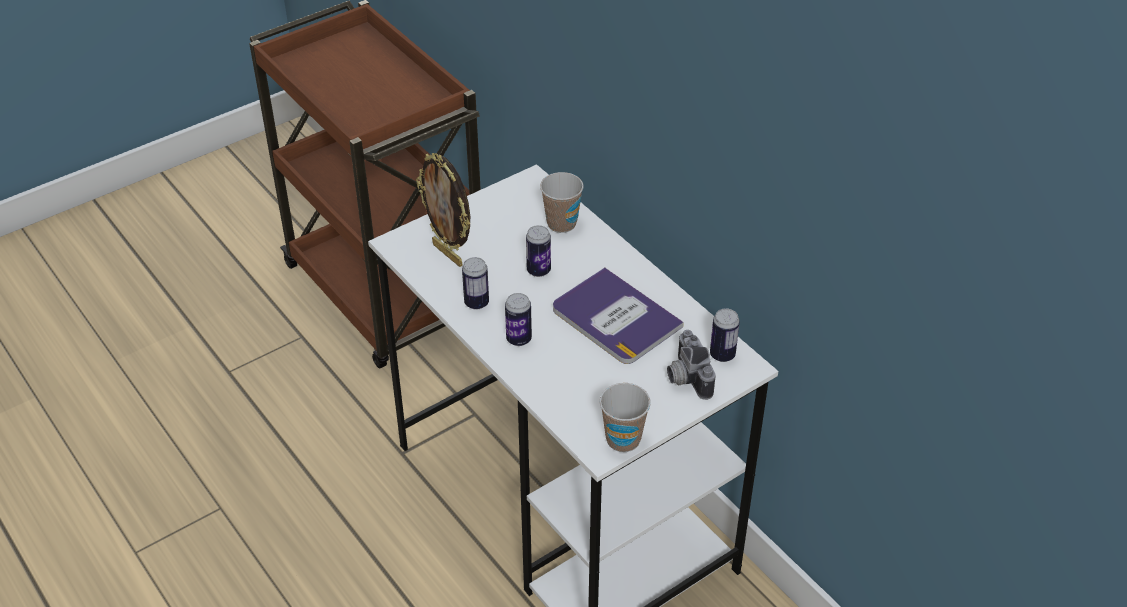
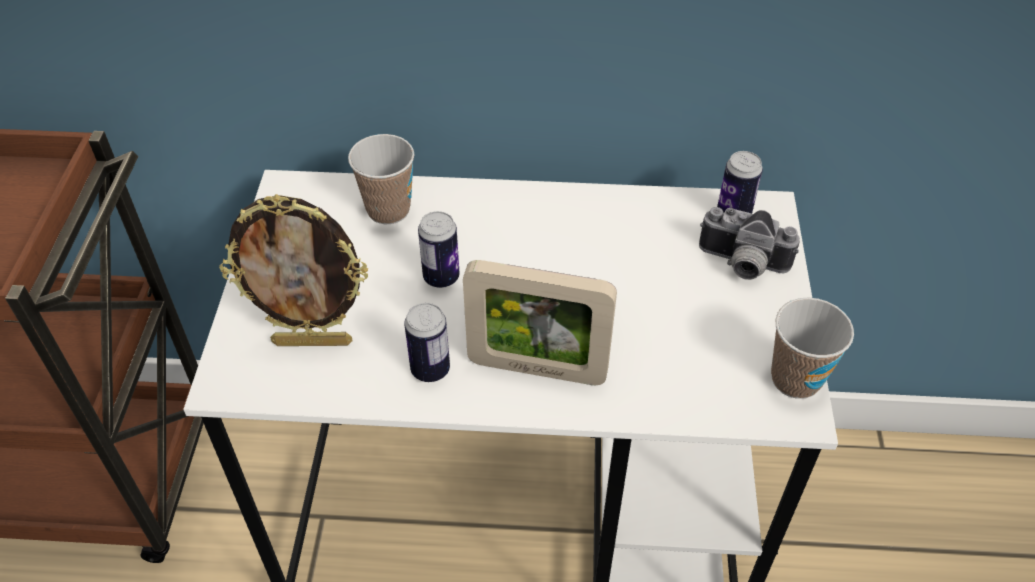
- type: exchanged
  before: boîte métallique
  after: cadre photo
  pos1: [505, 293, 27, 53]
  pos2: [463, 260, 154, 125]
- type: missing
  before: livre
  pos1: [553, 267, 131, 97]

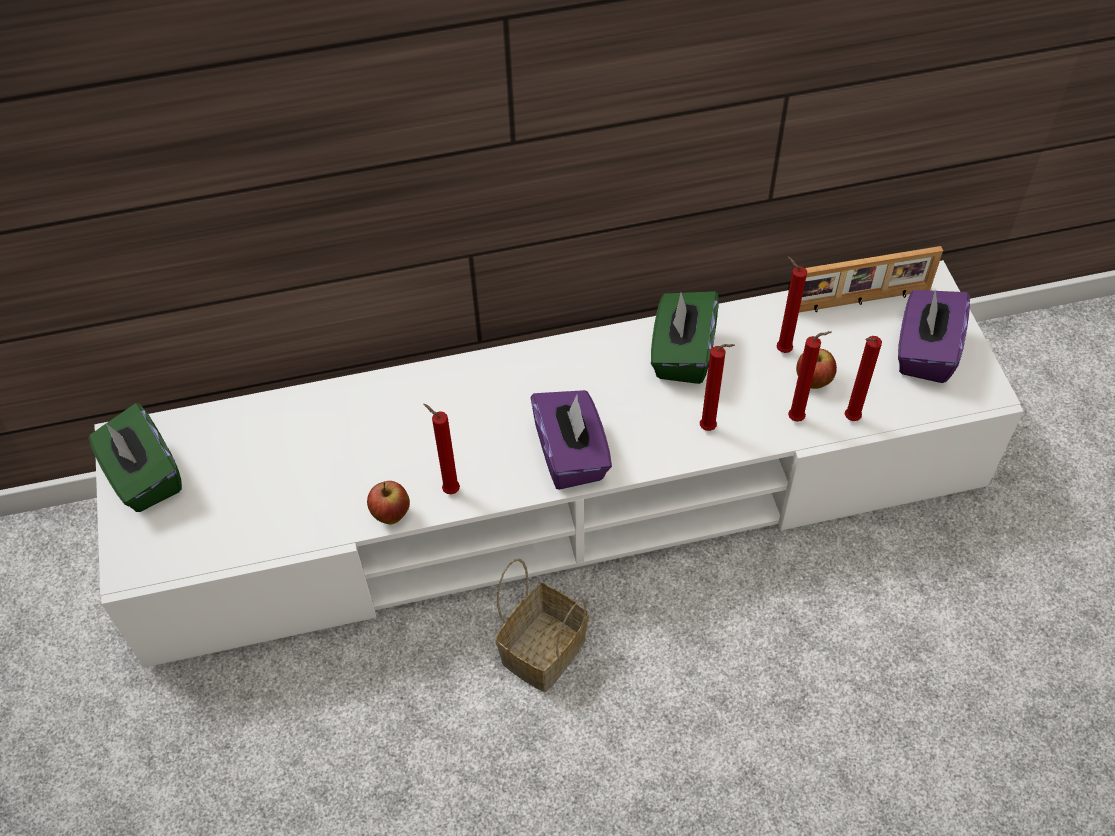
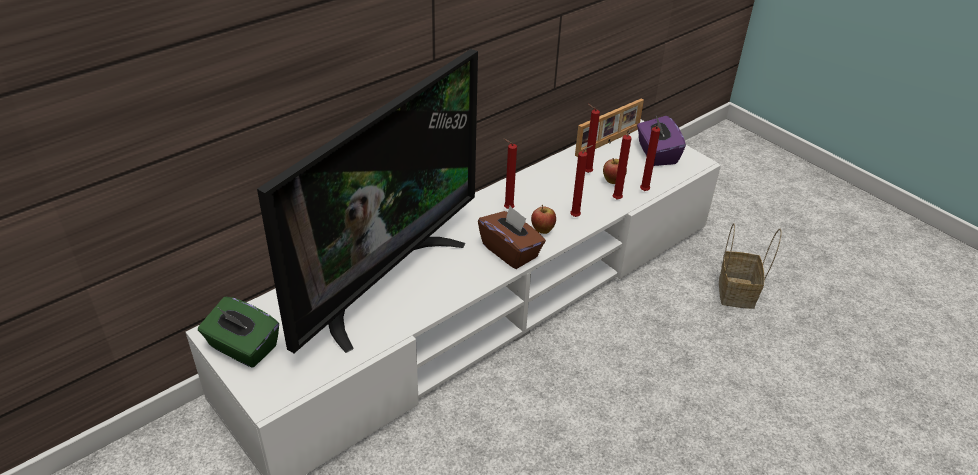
- type: appeared
  after: téléviseur
  pos2: [257, 49, 221, 304]
- type: colour
  before: boîte à mouchoirs [violet]
  after: boîte à mouchoirs [marron]
  pos1: [531, 390, 81, 100]
  pos2: [478, 206, 68, 63]
- type: relocated
  before: bougie [rouge]
  pos1: [423, 404, 37, 90]
  pos2: [504, 139, 13, 70]
- type: relocated
  before: pomme
  pos1: [367, 481, 43, 44]
  pos2: [531, 205, 25, 29]
- type: relocated
  before: panier
  pos1: [496, 558, 93, 134]
  pos2: [719, 223, 63, 86]
- type: missing
  before: boîte à mouchoirs [vert]
  pos1: [651, 291, 68, 93]

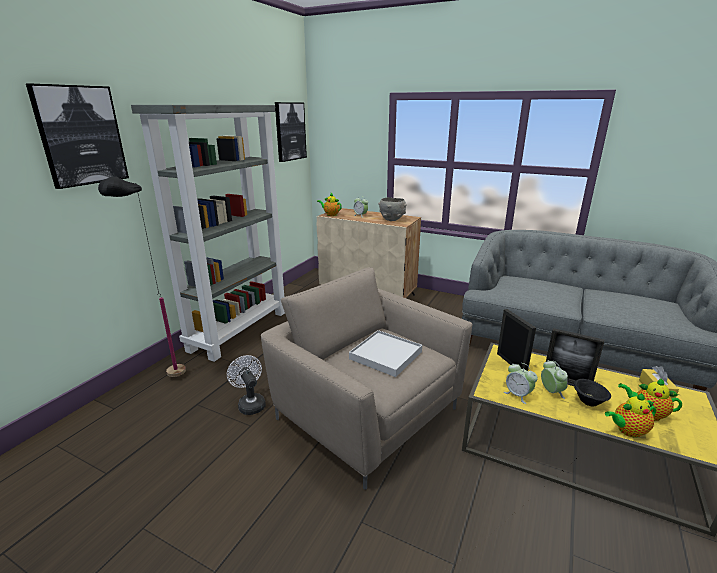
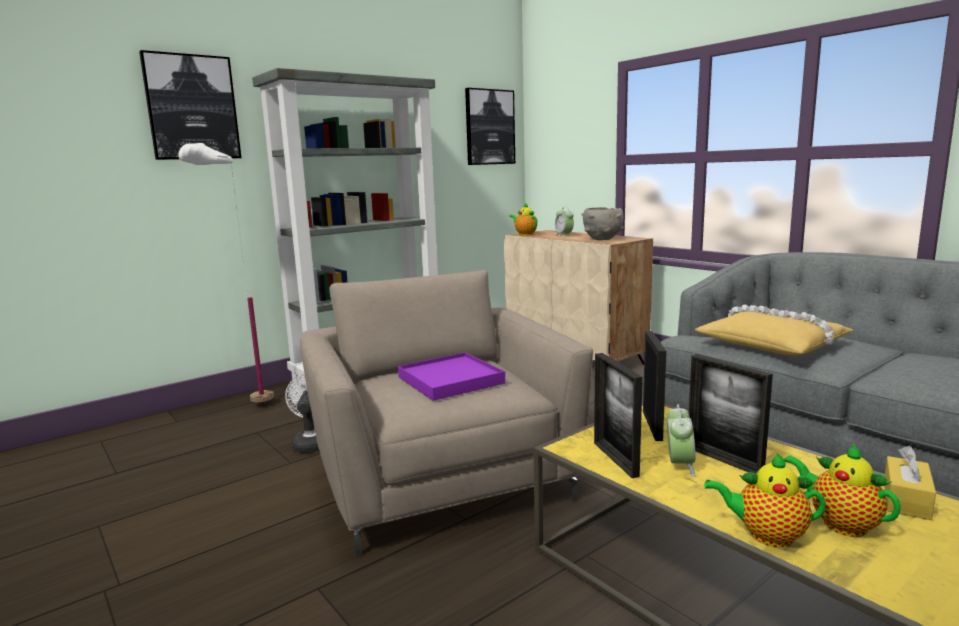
- type: colour
  before: lampadaire [noir]
  after: lampadaire [blanc]
  pos1: [98, 176, 88, 201]
  pos2: [178, 143, 96, 262]
- type: colour
  before: plateau [blanc]
  after: plateau [violet]
  pos1: [349, 330, 73, 47]
  pos2: [398, 352, 107, 49]
- type: exchanged
  before: réveil
  after: cadre photo
  pos1: [504, 363, 34, 41]
  pos2: [594, 353, 49, 125]
- type: appeared
  after: coussin [jaune]
  pos2: [695, 305, 158, 51]
- type: missing
  before: bol [noir]
  pos1: [574, 379, 37, 27]

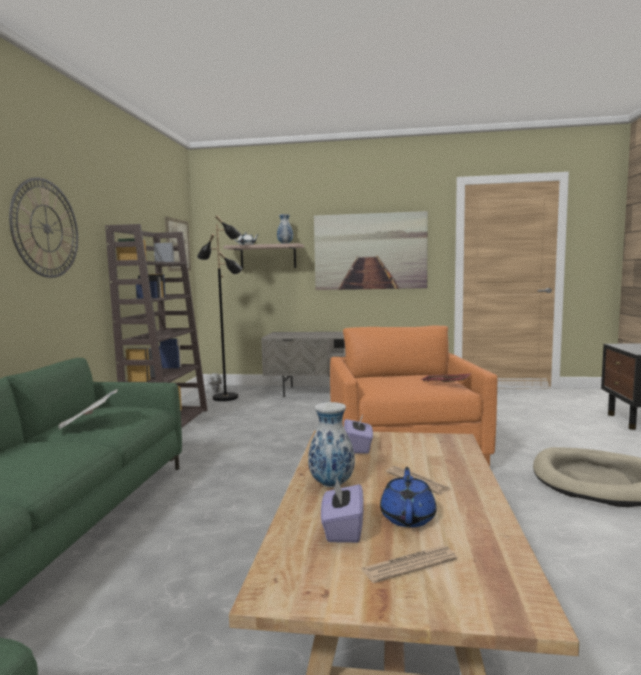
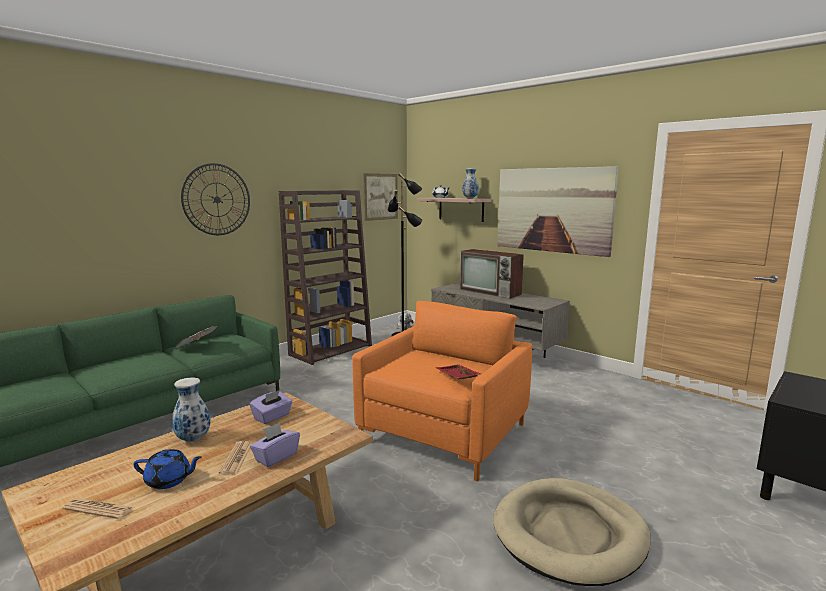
- type: spun
  before: théière [bleu]
  pos1: [380, 467, 57, 61]
  pos2: [134, 449, 68, 40]
  turn: 45
- type: relocated
  before: boîte à mouchoirs [violet]
  pos1: [321, 478, 43, 65]
  pos2: [250, 422, 50, 45]
- type: appeared
  after: téléviseur
  pos2: [459, 249, 65, 50]

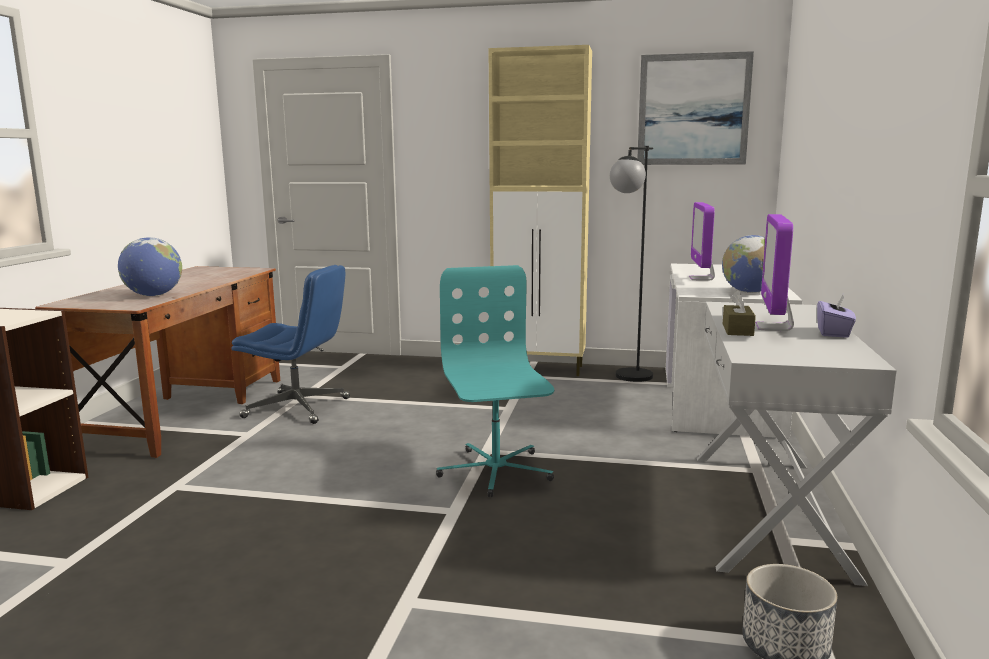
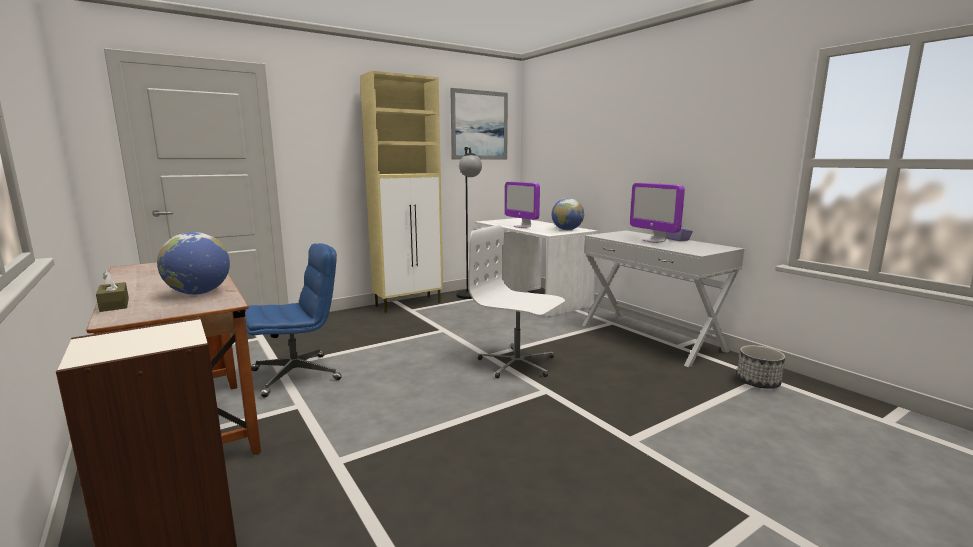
- type: relocated
  before: boîte à mouchoirs [marron]
  pos1: [723, 290, 33, 46]
  pos2: [96, 271, 33, 41]
- type: colour
  before: chaise de bureau [turquoise]
  after: chaise de bureau [blanc]
  pos1: [436, 265, 118, 232]
  pos2: [468, 225, 97, 153]

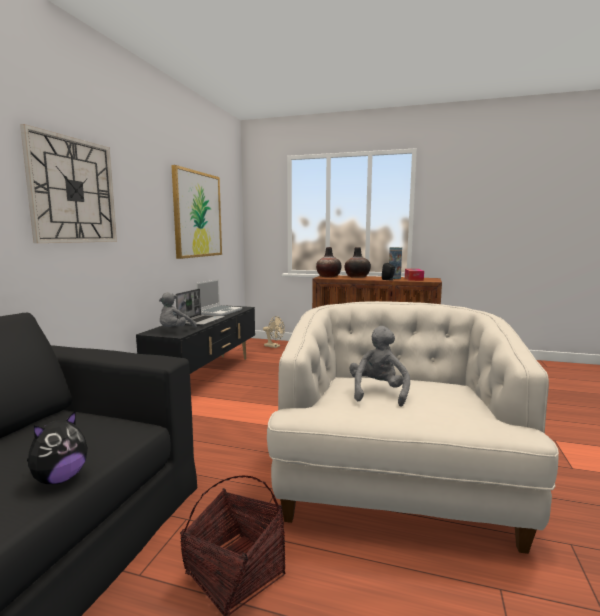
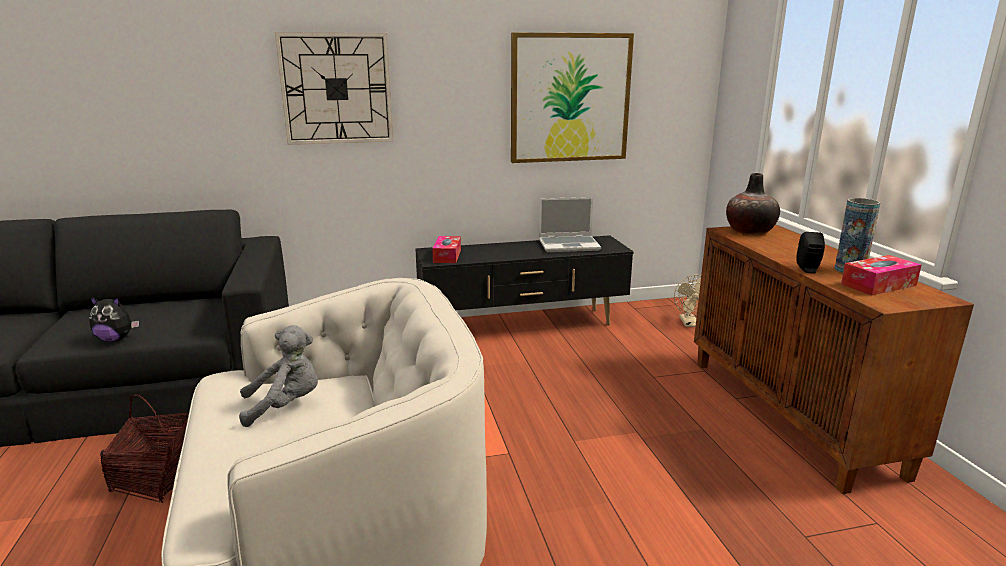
- type: exchanged
  before: peluche [gris]
  after: boîte à mouchoirs
  pos1: [159, 292, 38, 36]
  pos2: [432, 236, 29, 27]
- type: missing
  before: ordinateur portable
  pos1: [176, 289, 49, 37]
- type: missing
  before: vase
  pos1: [345, 247, 26, 31]

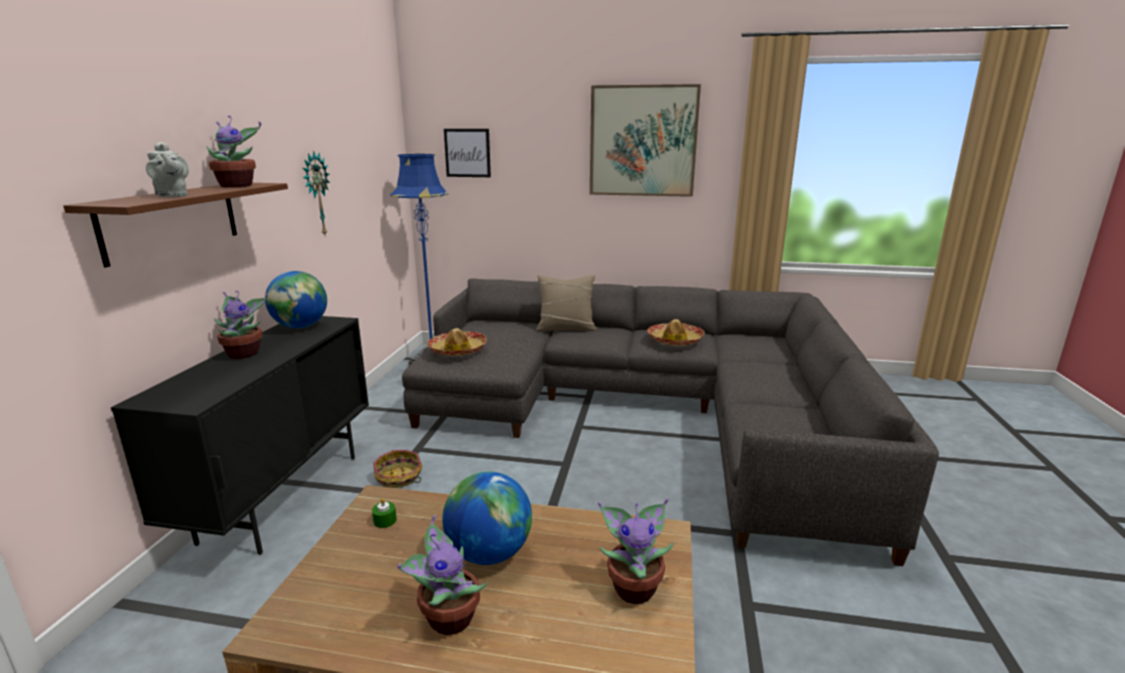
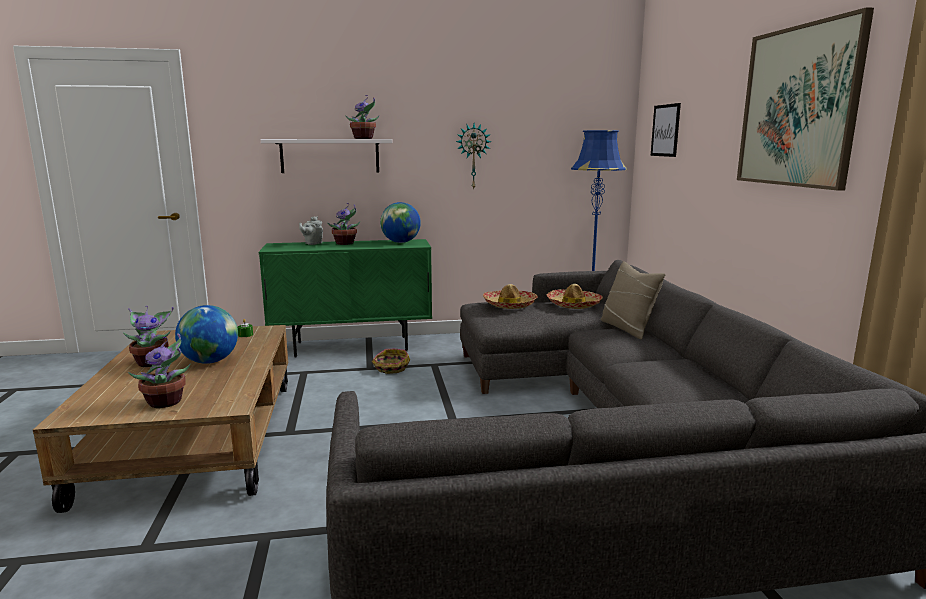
- type: colour
  before: meuble de rangement [noir]
  after: meuble de rangement [vert]
  pos1: [111, 316, 258, 239]
  pos2: [259, 239, 173, 118]
- type: colour
  before: étagère [marron]
  after: étagère [blanc]
  pos1: [63, 183, 225, 84]
  pos2: [261, 139, 131, 34]
- type: relocated
  before: théière [gris]
  pos1: [146, 142, 43, 54]
  pos2: [299, 216, 24, 29]
- type: relocated
  before: chapeau
  pos1: [647, 319, 57, 27]
  pos2: [547, 284, 56, 25]

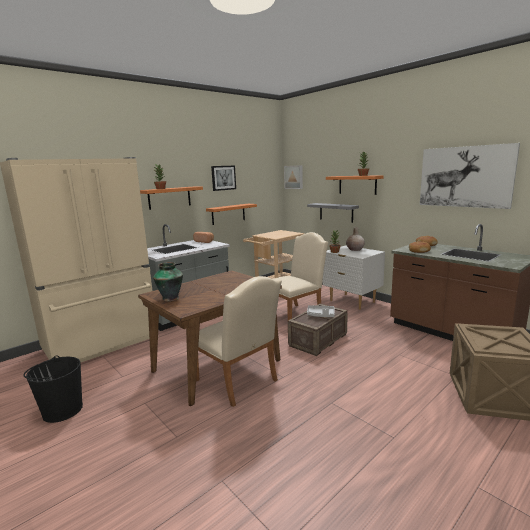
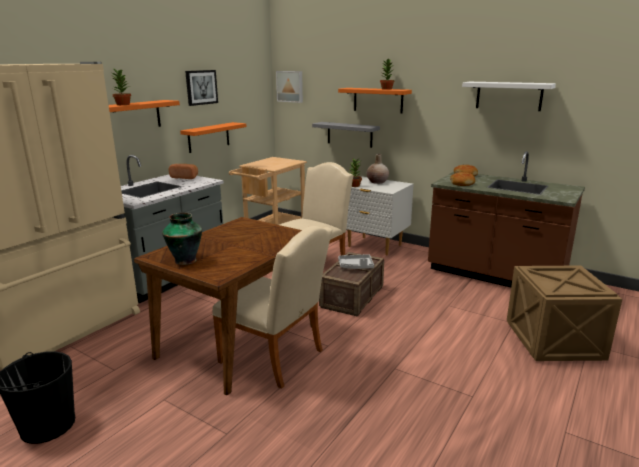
- type: exchanged
  before: tableau
  after: étagère [blanc]
  pos1: [420, 143, 100, 66]
  pos2: [462, 82, 94, 29]

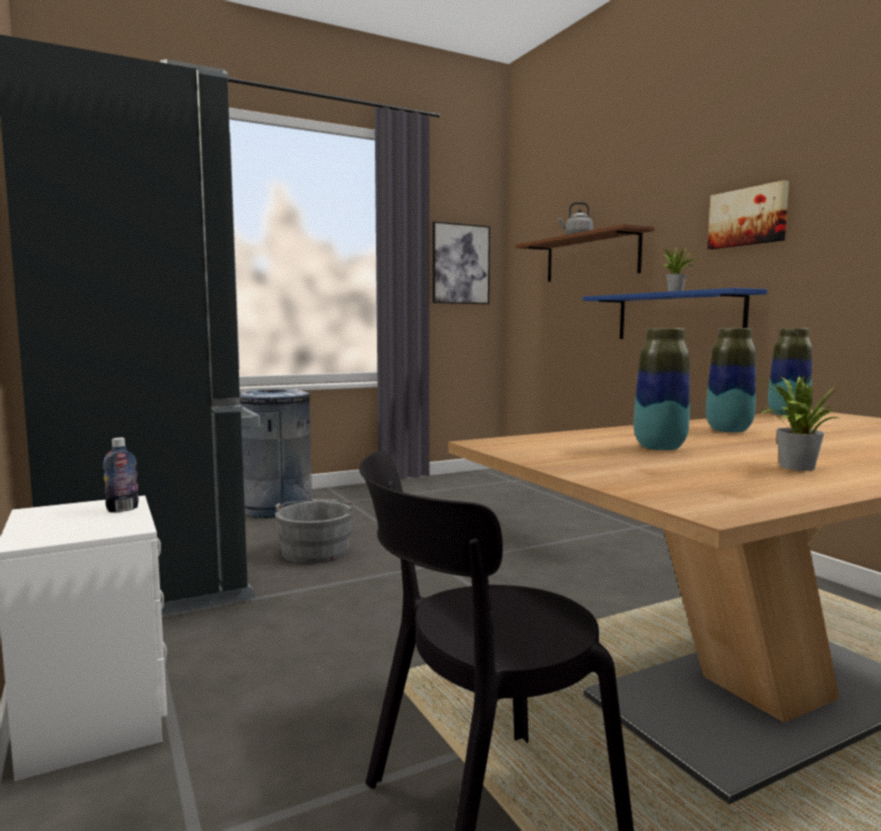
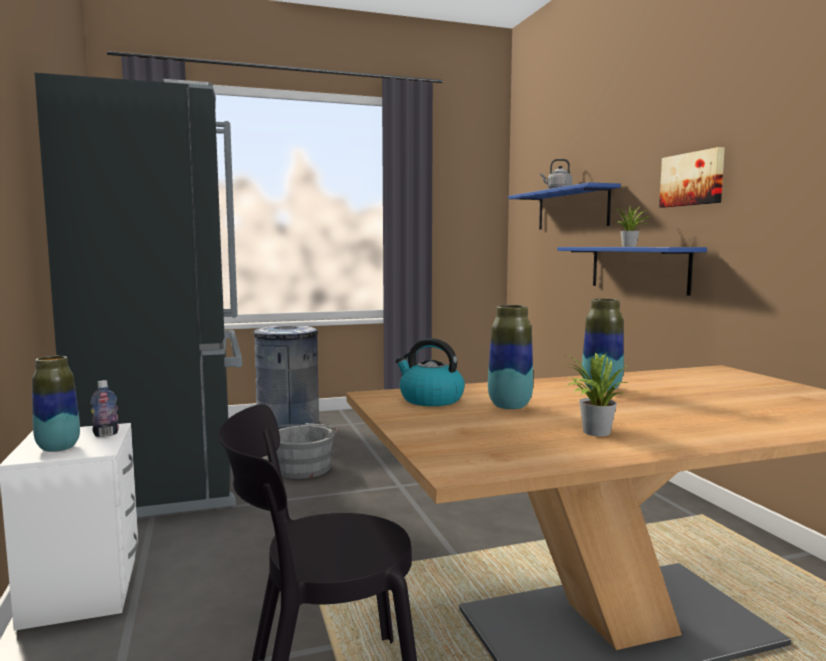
- type: relocated
  before: vase
  pos1: [768, 328, 44, 88]
  pos2: [32, 356, 48, 96]
- type: appeared
  after: bouilloire
  pos2: [395, 339, 70, 67]
- type: colour
  before: étagère [marron]
  after: étagère [bleu]
  pos1: [515, 224, 140, 58]
  pos2: [508, 182, 113, 47]
- type: missing
  before: tableau
  pos1: [432, 221, 58, 83]

